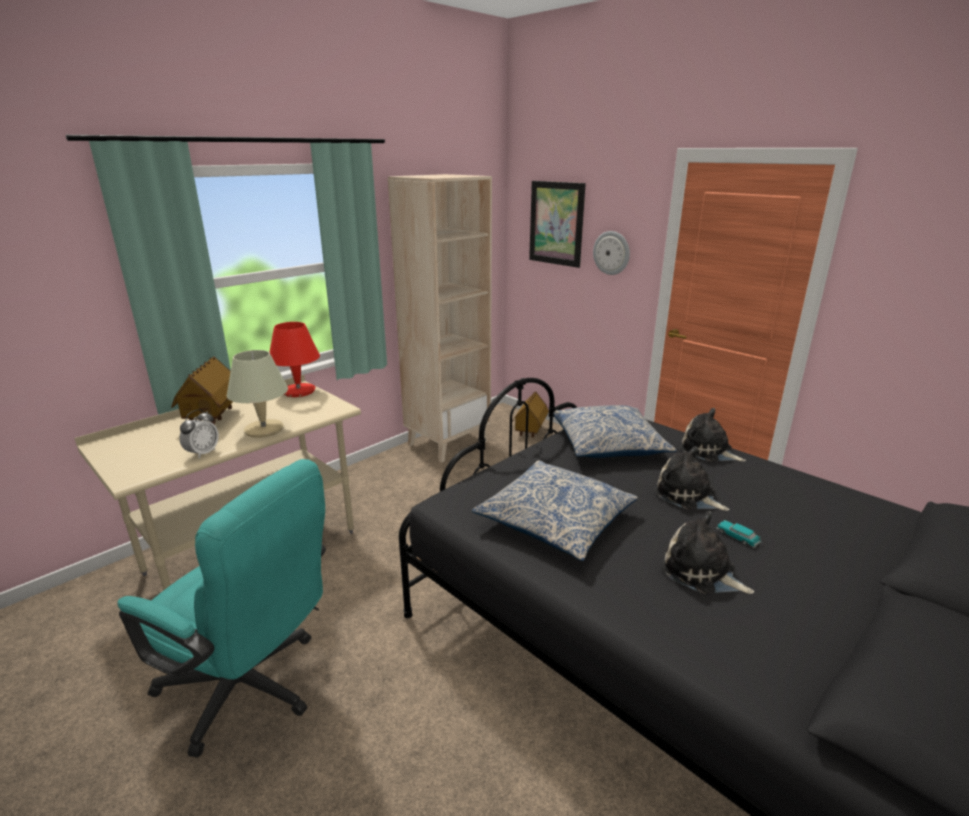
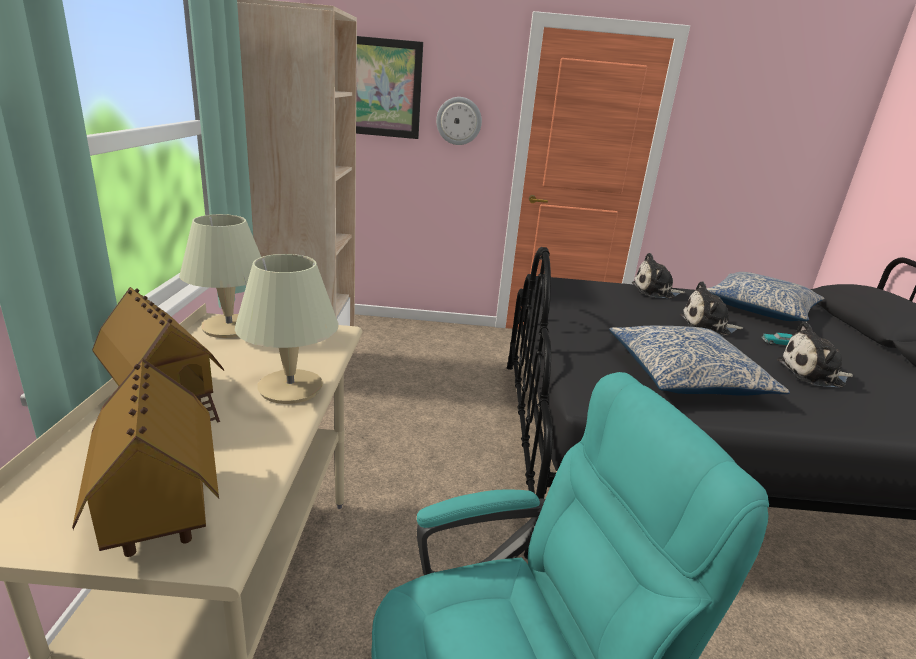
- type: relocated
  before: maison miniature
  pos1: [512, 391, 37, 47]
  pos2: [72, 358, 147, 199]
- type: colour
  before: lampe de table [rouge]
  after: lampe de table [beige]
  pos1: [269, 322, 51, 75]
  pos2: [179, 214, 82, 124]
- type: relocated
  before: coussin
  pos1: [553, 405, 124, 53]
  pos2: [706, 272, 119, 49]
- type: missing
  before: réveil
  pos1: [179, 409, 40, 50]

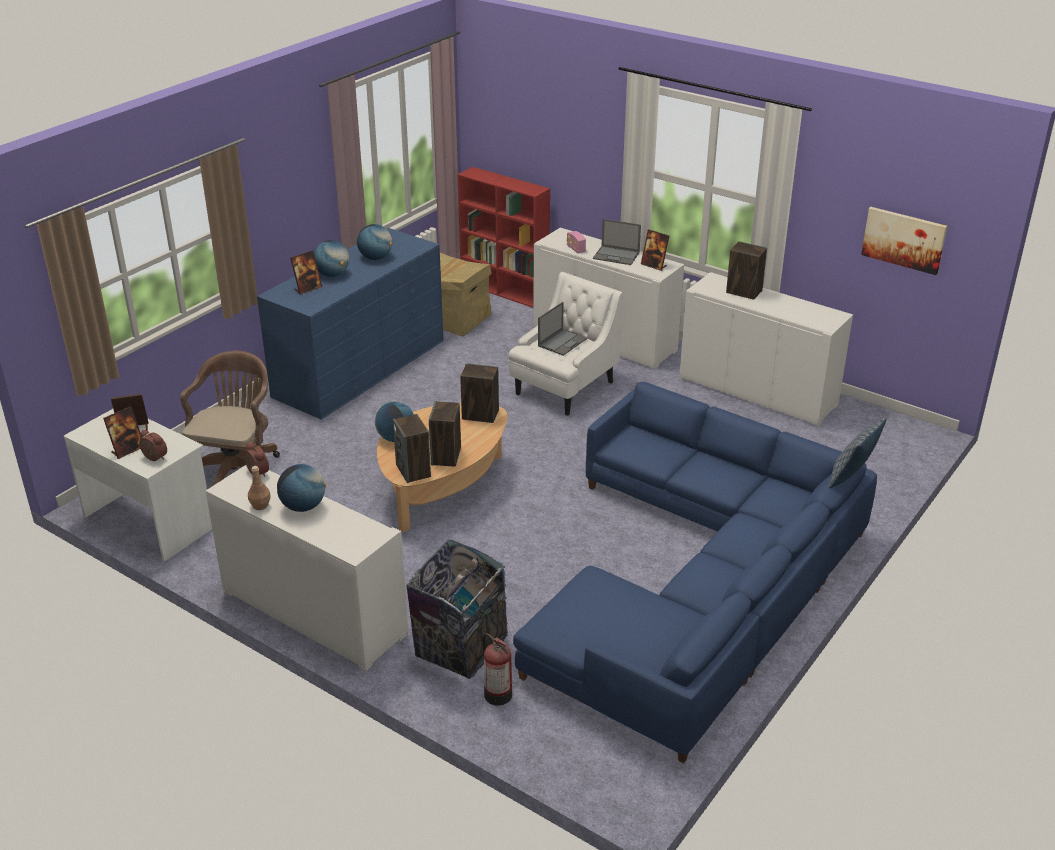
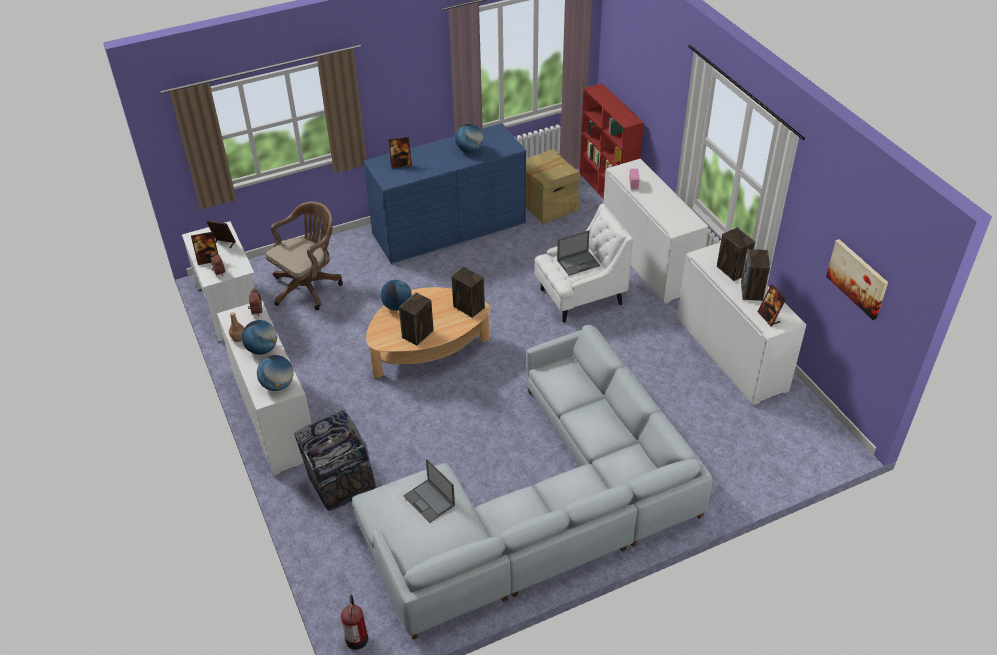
- type: relocated
  before: globe
  pos1: [314, 240, 35, 37]
  pos2: [257, 355, 37, 36]
- type: relocated
  before: extincteur
  pos1: [483, 633, 29, 72]
  pos2: [341, 595, 27, 55]
- type: colour
  before: canapé [bleu]
  after: canapé [gris]
  pos1: [513, 382, 364, 382]
  pos2: [352, 325, 360, 315]
- type: relocated
  before: ordinateur portable
  pos1: [593, 219, 48, 46]
  pos2: [403, 459, 52, 64]
- type: relocated
  before: enceinte
  pos1: [393, 414, 38, 69]
  pos2: [741, 249, 29, 52]
- type: relocated
  before: cadre photo
  pos1: [641, 229, 28, 42]
  pos2: [758, 284, 28, 43]
- type: missing
  before: coussin
  pos1: [829, 418, 57, 70]

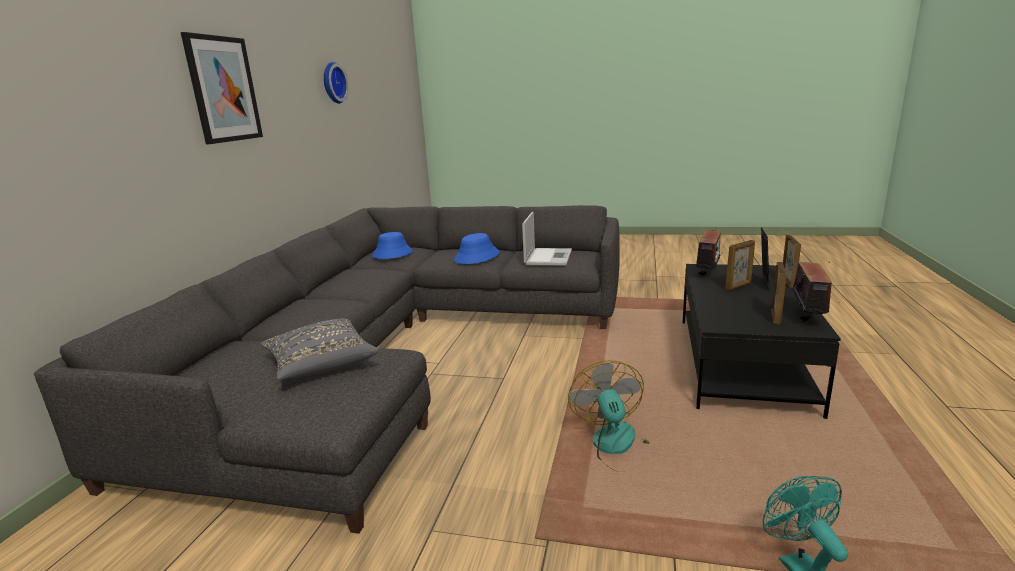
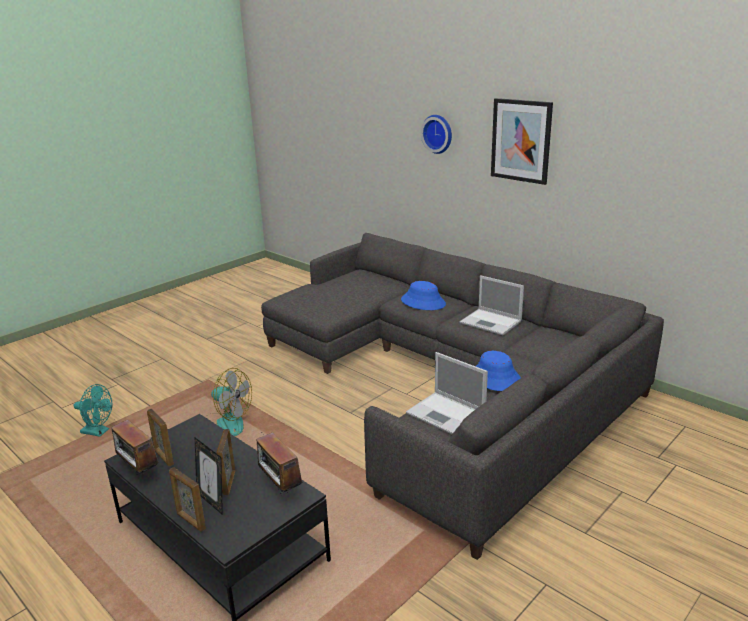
- type: relocated
  before: chapeau [bleu]
  pos1: [372, 232, 41, 27]
  pos2: [401, 281, 45, 29]
- type: relocated
  before: horloge murale
  pos1: [324, 62, 25, 42]
  pos2: [421, 115, 31, 39]
- type: appeared
  after: ordinateur portable
  pos2: [460, 275, 64, 60]
- type: missing
  before: coussin [gris]
  pos1: [260, 319, 119, 61]

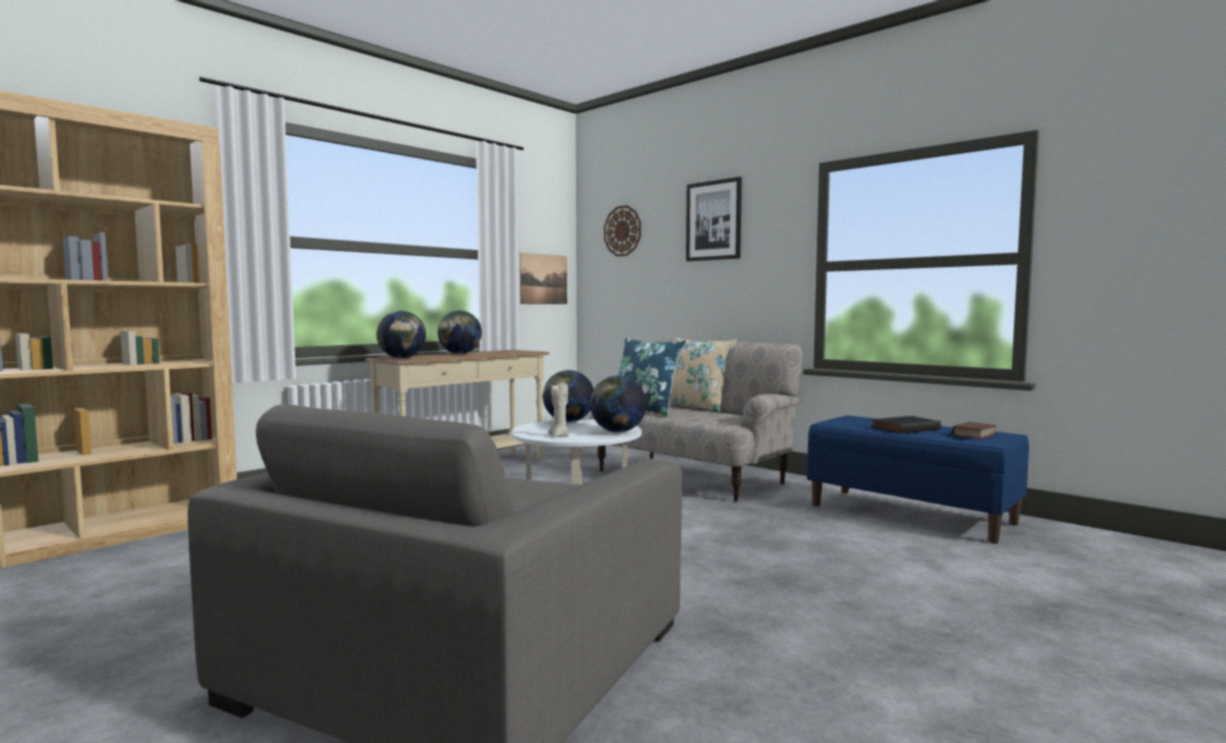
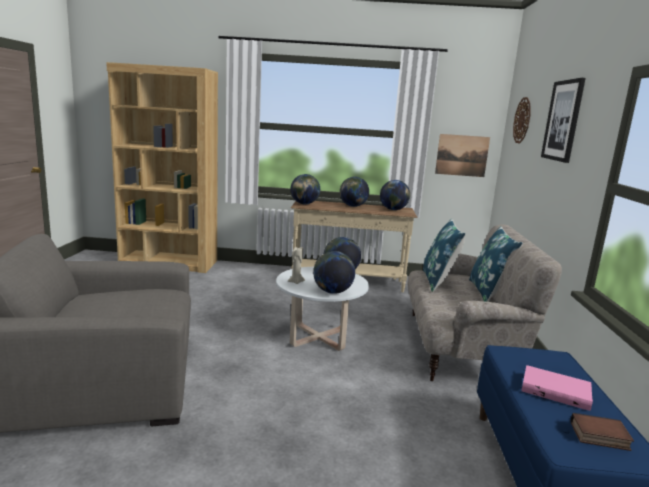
- type: appeared
  after: globe
  pos2: [380, 180, 30, 30]
- type: colour
  before: coussin [beige]
  after: coussin [bleu]
  pos1: [670, 337, 67, 76]
  pos2: [469, 226, 54, 76]
- type: colour
  before: livre [noir]
  after: livre [rose]
  pos1: [872, 416, 69, 18]
  pos2: [521, 365, 72, 46]

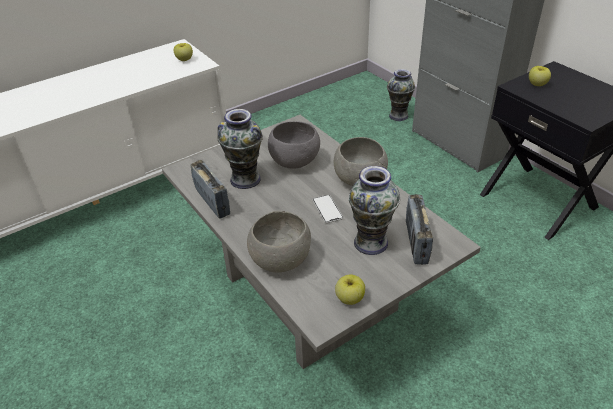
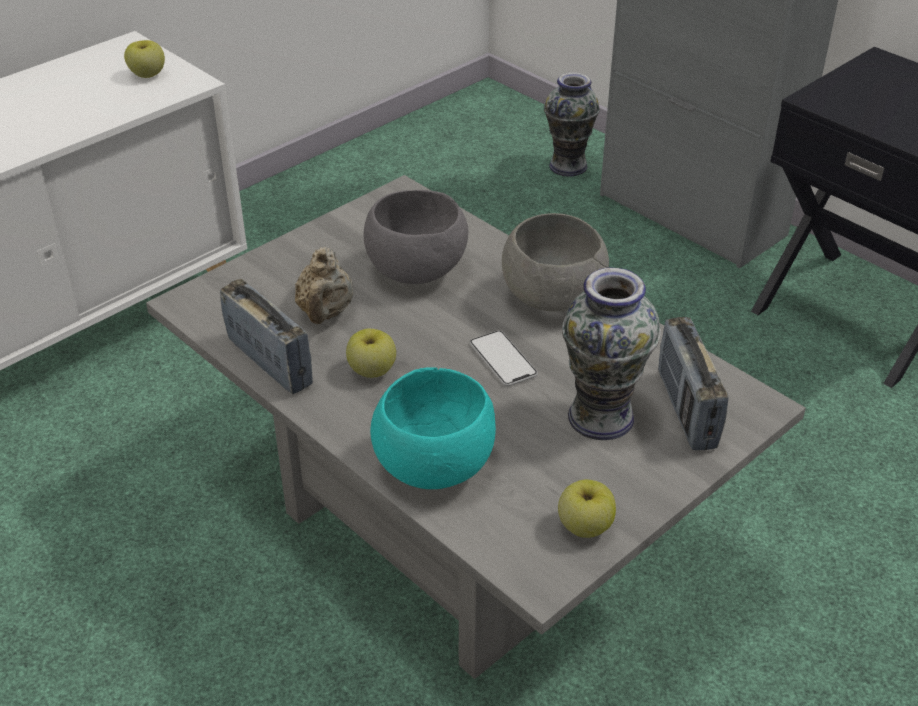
- type: exchanged
  before: vase
  after: théière [beige]
  pos1: [217, 109, 46, 80]
  pos2: [295, 247, 58, 77]
- type: relocated
  before: pomme
  pos1: [529, 66, 22, 20]
  pos2: [346, 329, 50, 49]
- type: colour
  before: bol [gris]
  after: bol [turquoise]
  pos1: [247, 210, 64, 62]
  pos2: [370, 368, 126, 121]

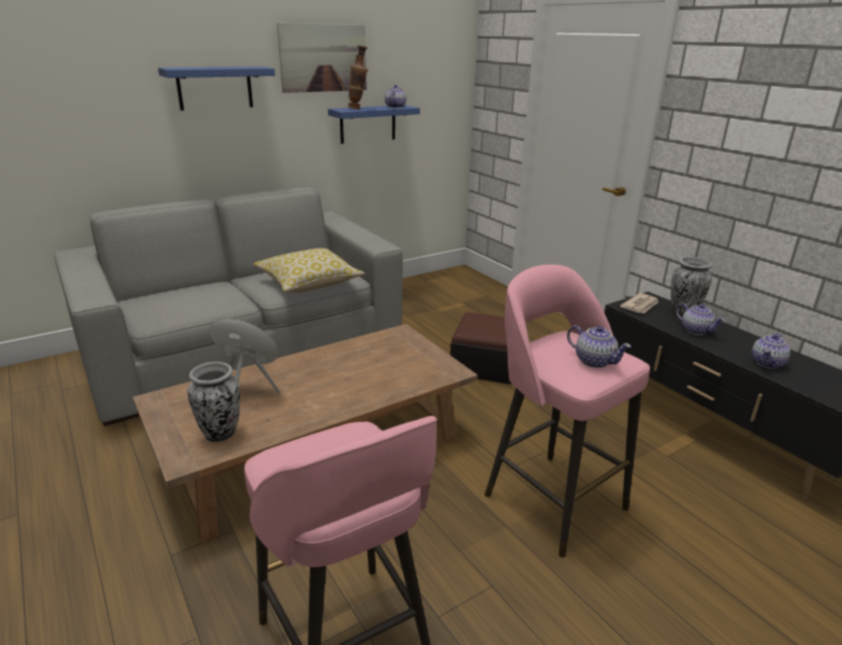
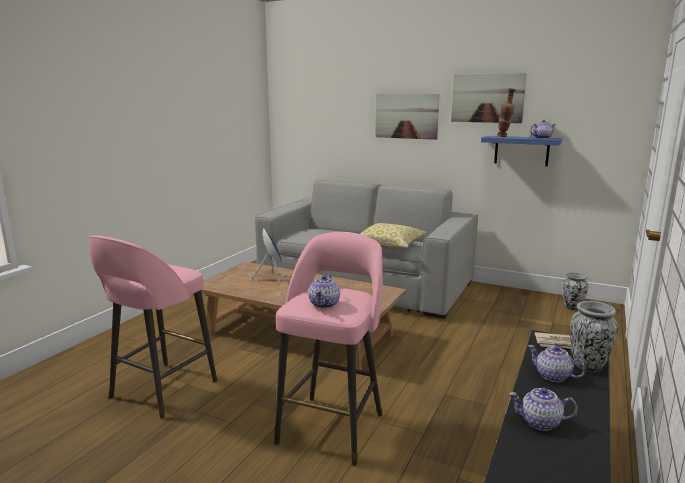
- type: exchanged
  before: étagère [bleu]
  after: tableau
  pos1: [158, 66, 117, 44]
  pos2: [375, 94, 65, 46]
- type: spun
  before: théière
  pos1: [676, 303, 49, 32]
  pos2: [528, 345, 58, 37]
  turn: 105
- type: relocated
  before: vase
  pos1: [188, 362, 52, 80]
  pos2: [563, 272, 25, 39]
- type: missing
  before: pouf
  pos1: [450, 312, 61, 72]

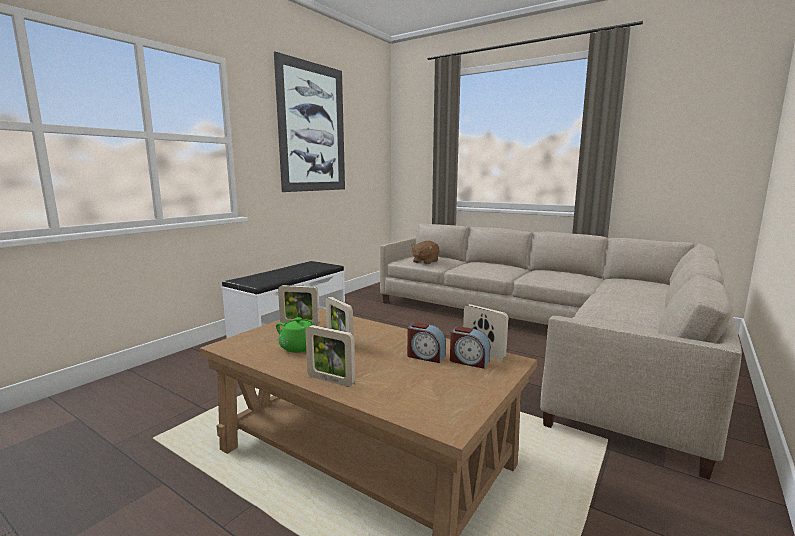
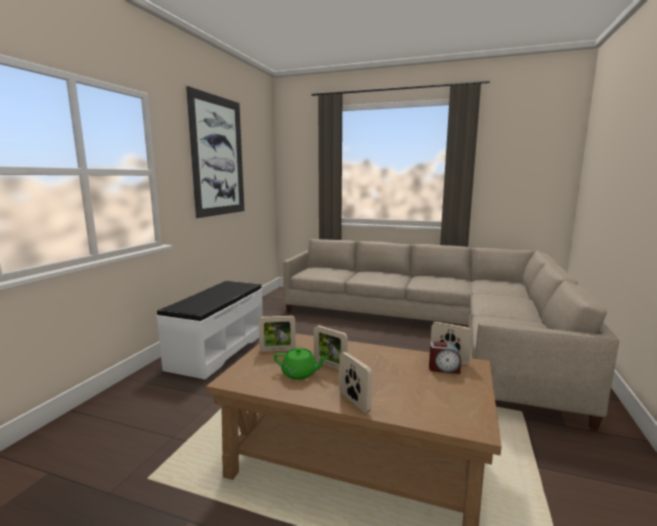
- type: spun
  before: cadre photo
  pos1: [305, 325, 50, 62]
  pos2: [339, 352, 33, 61]
  turn: -135
- type: missing
  before: réveil
  pos1: [407, 322, 39, 41]
- type: missing
  before: peluche [marron]
  pos1: [411, 241, 28, 23]

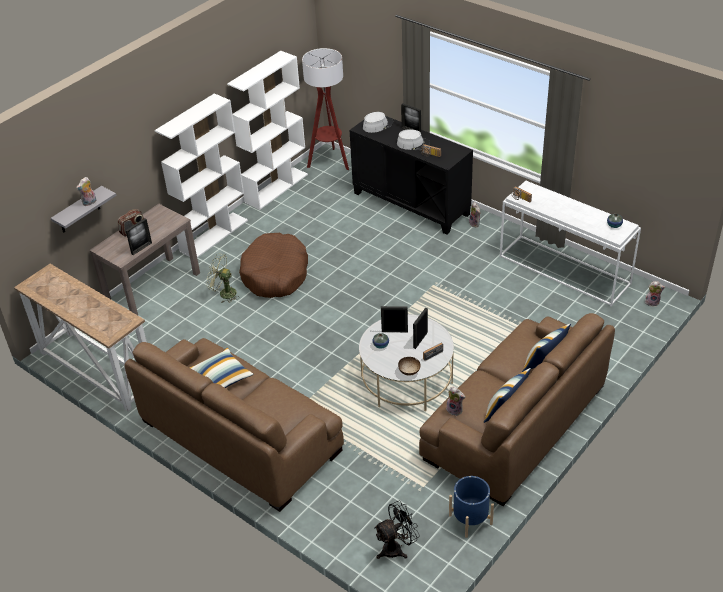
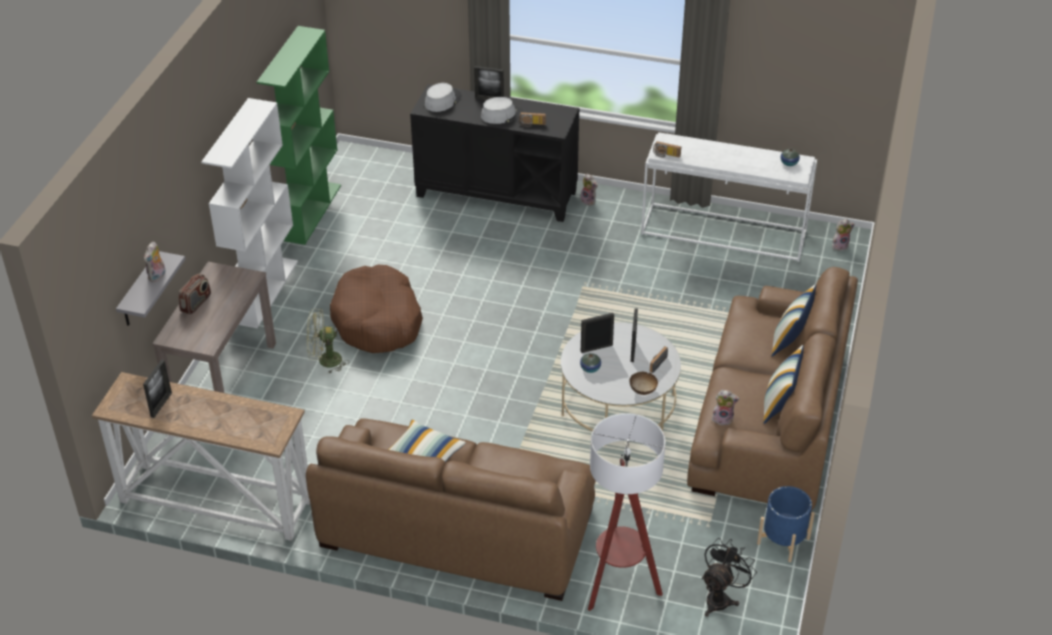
- type: relocated
  before: cadre photo
  pos1: [126, 218, 26, 37]
  pos2: [143, 360, 29, 58]
- type: colour
  before: bibliothèque [blanc]
  after: bibliothèque [vert]
  pos1: [227, 51, 81, 159]
  pos2: [257, 26, 84, 219]
- type: relocated
  before: lampadaire
  pos1: [302, 48, 47, 122]
  pos2: [588, 413, 78, 198]

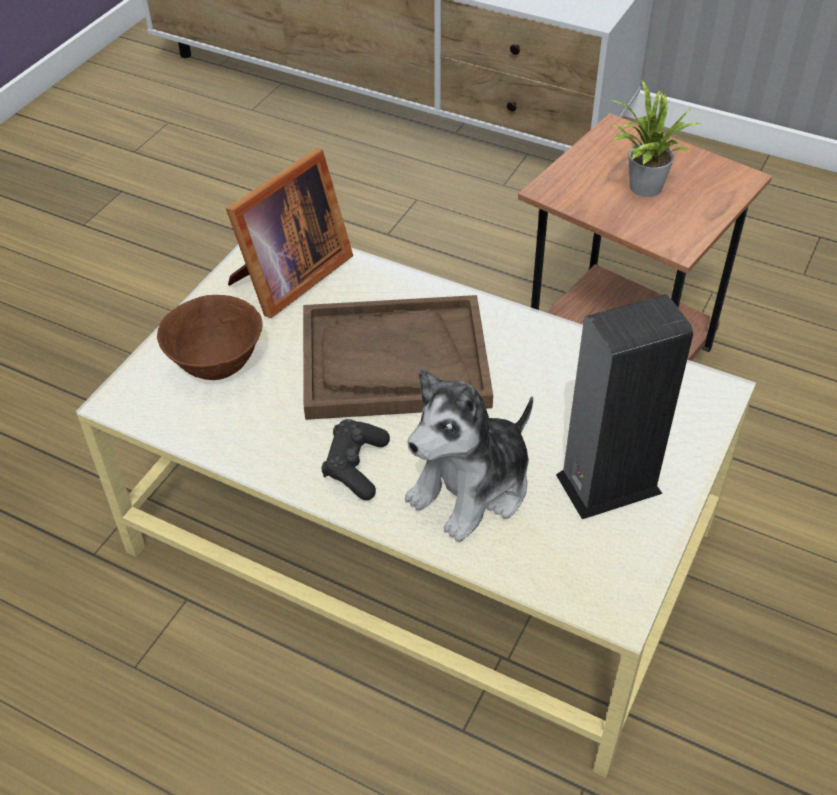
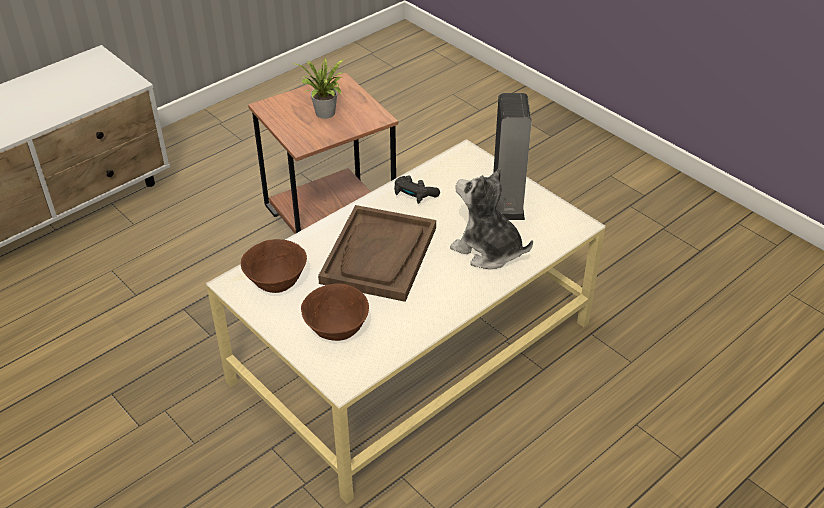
- type: exchanged
  before: cadre photo
  after: bol [marron]
  pos1: [226, 149, 127, 169]
  pos2: [241, 239, 66, 54]
- type: relocated
  before: manette [noir]
  pos1: [321, 419, 69, 81]
  pos2: [394, 175, 46, 29]
- type: spun
  before: peluche
  pos1: [405, 369, 128, 173]
  pos2: [450, 168, 83, 101]
  turn: 150

